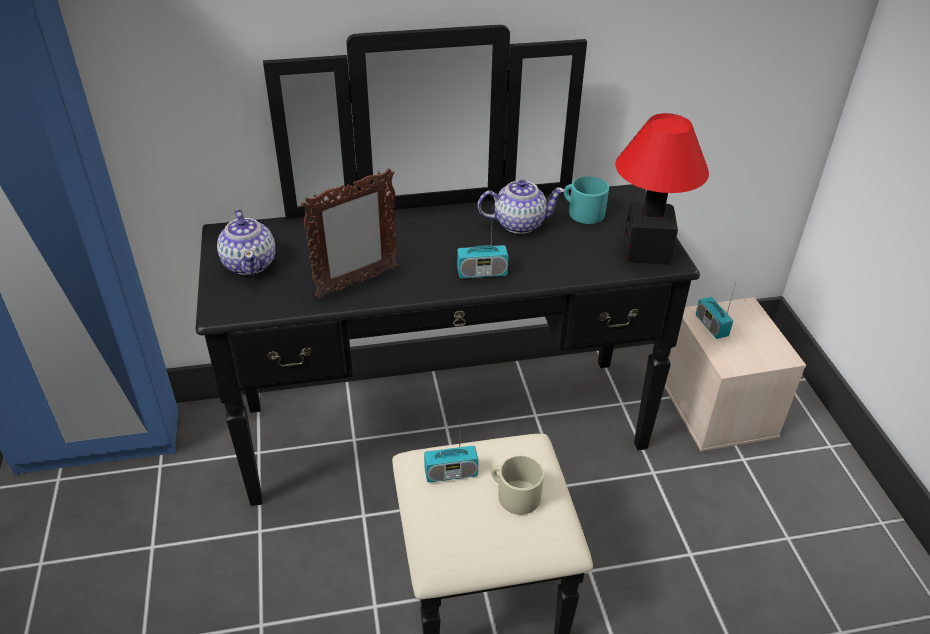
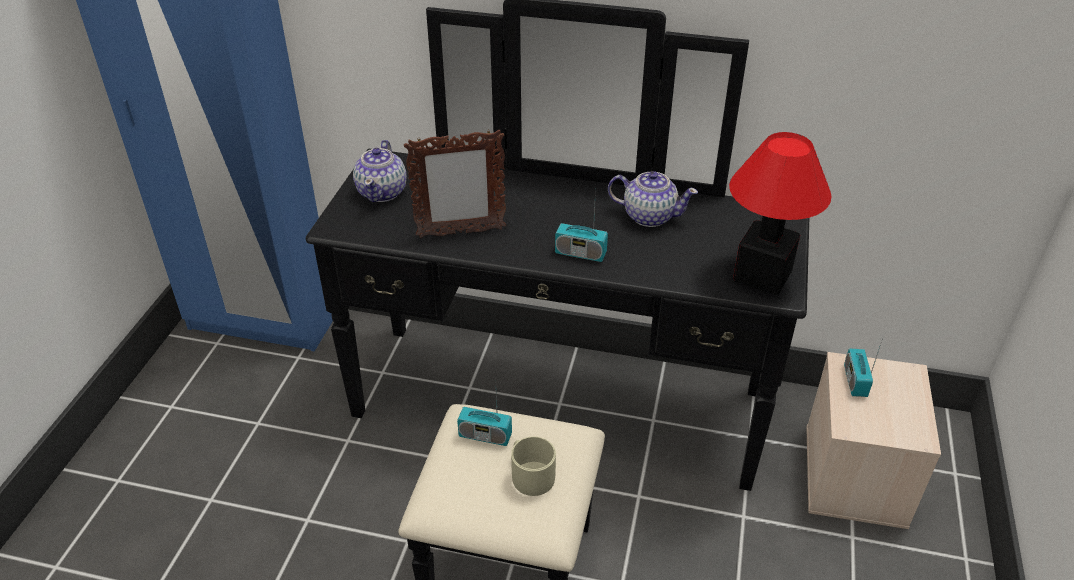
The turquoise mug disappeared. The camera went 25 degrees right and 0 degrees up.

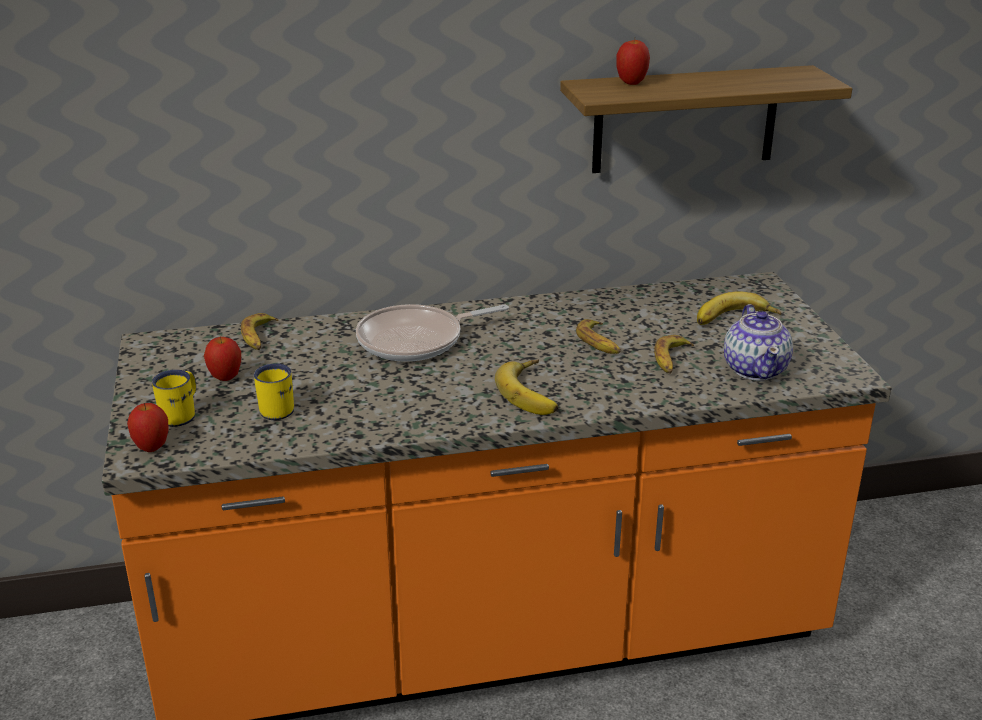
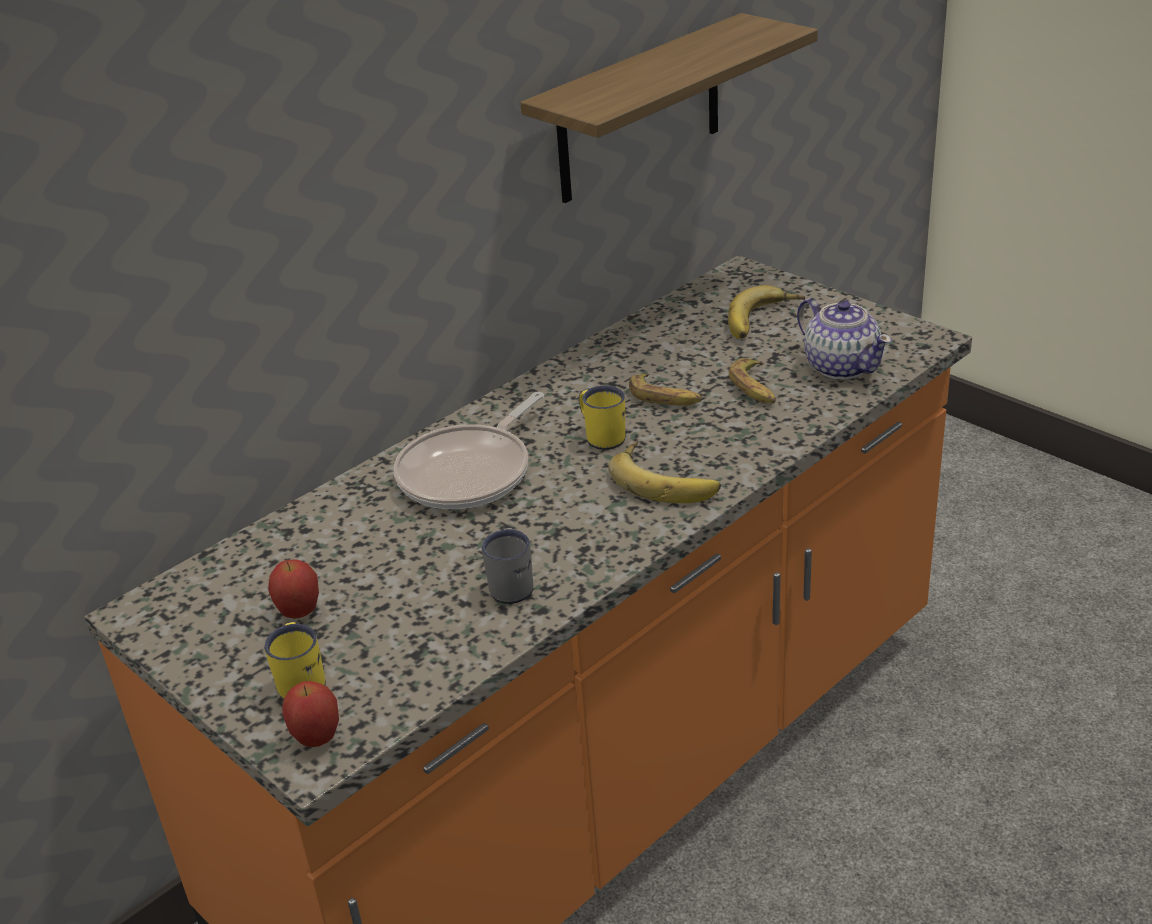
The banana (no. 1 from left) disappeared. The apple (no. 3 from left) disappeared. The grey mug appeared. The yellow mug (no. 2 from left) moved. The camera went 30 degrees left and 5 degrees up.

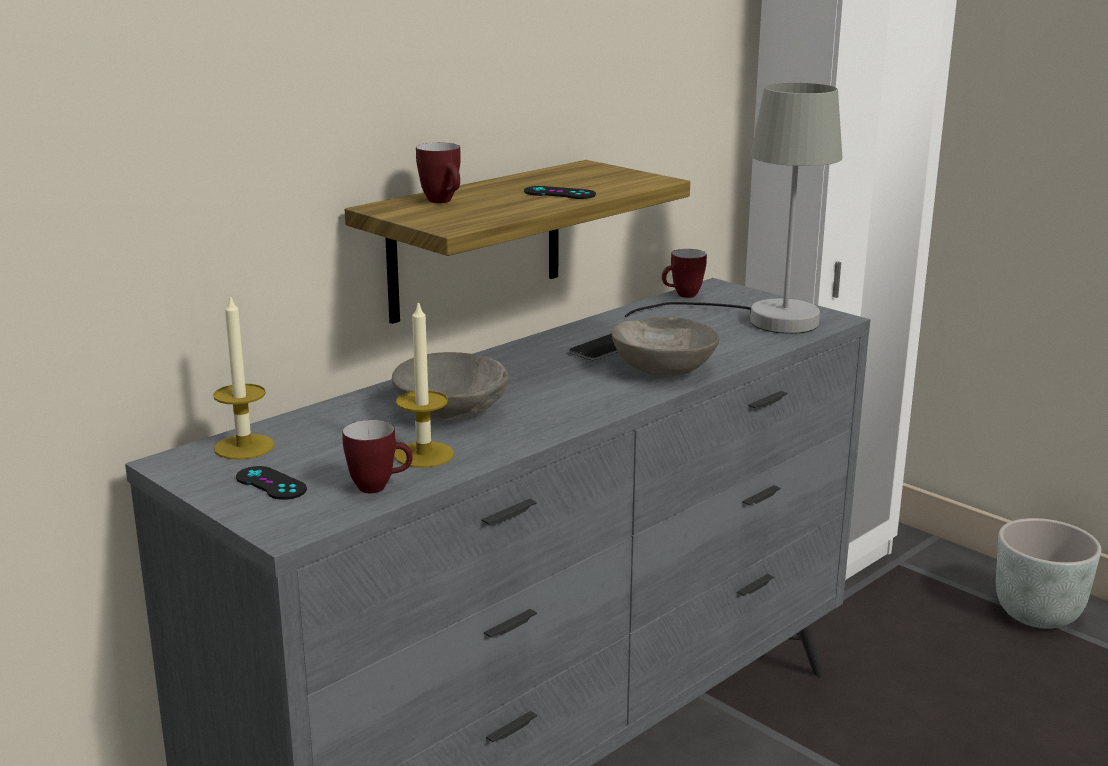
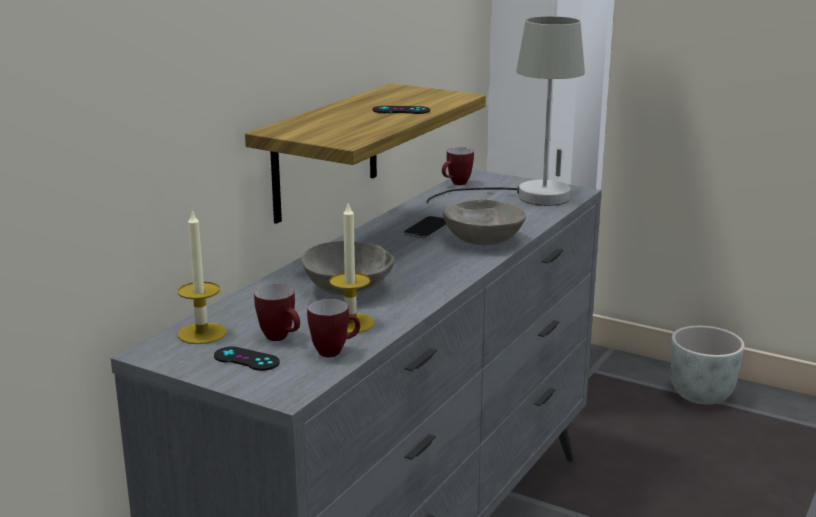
The mug (no. 2 from left in the first image) moved. The camera went 15 degrees left and 0 degrees up.

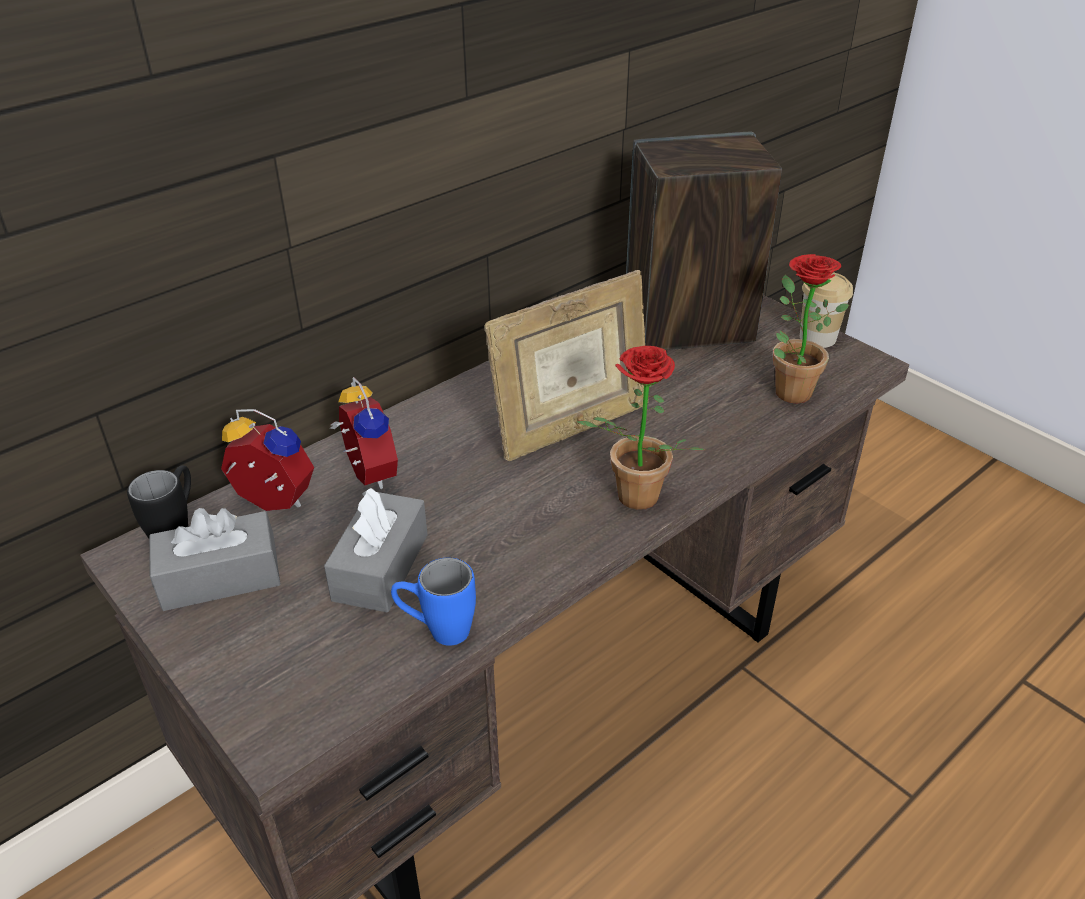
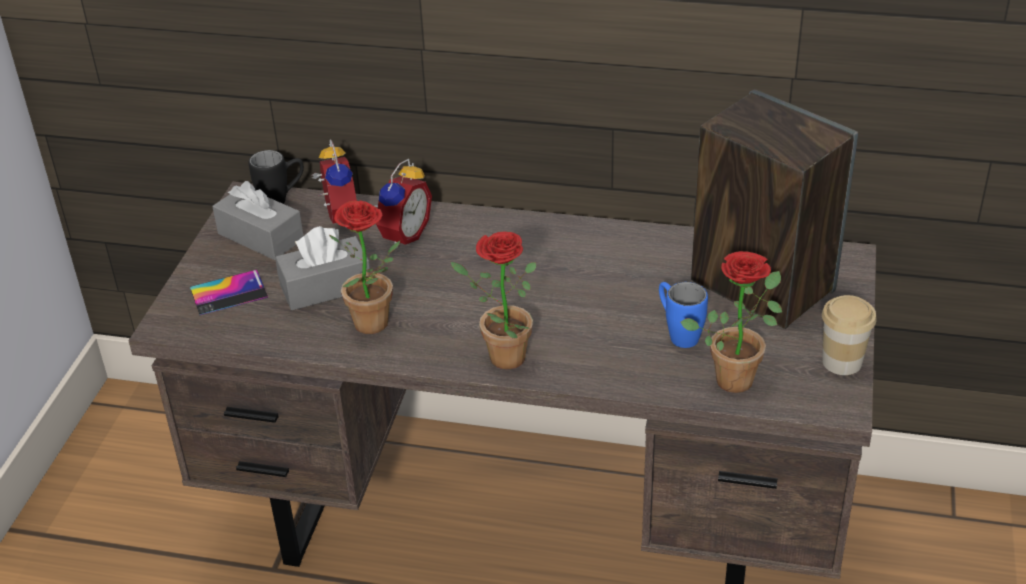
The picture frame disappeared. The phone appeared. The potted plant (no. 1 from left) appeared. The blue mug moved. The camera went 55 degrees right and 0 degrees up.

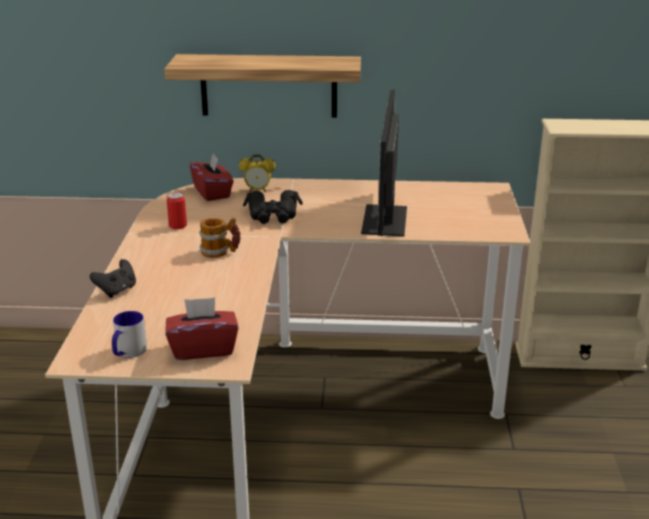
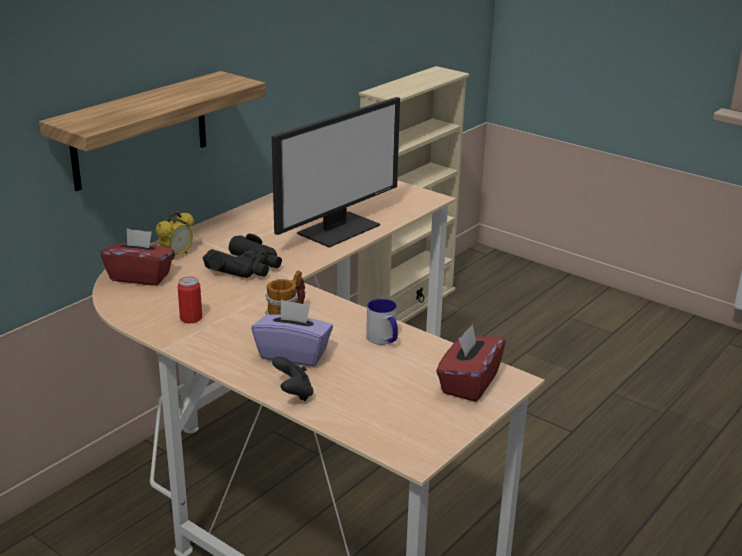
The purple tissue box appeared. The mug (no. 1 from left in the first image) moved. The monitor turned 90 degrees counterclockwise. The camera went 55 degrees left and 0 degrees up.

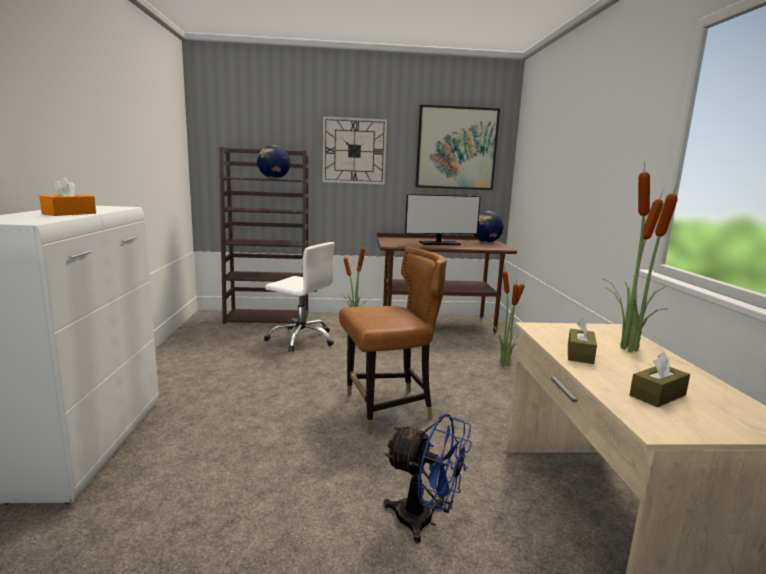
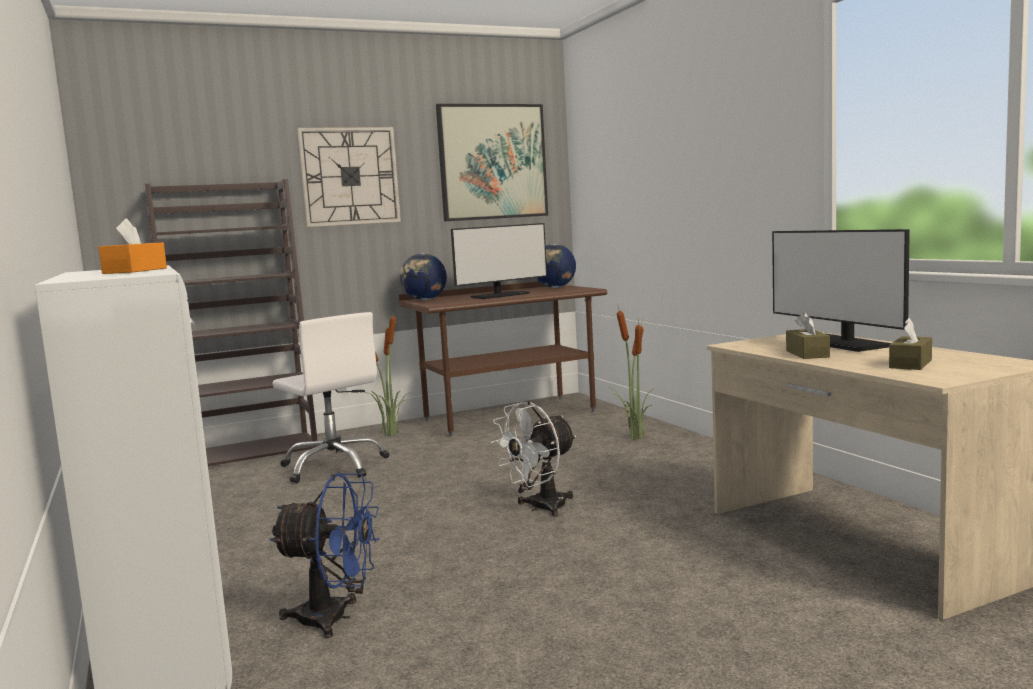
The globe (no. 1 from left) moved. The blue fan moved. The brown chair was replaced by the white fan. The potted plant (no. 3 from left) was replaced by the monitor (no. 2 from left). The white office chair turned 45 degrees clockwise. The camera went 20 degrees left and 5 degrees down.

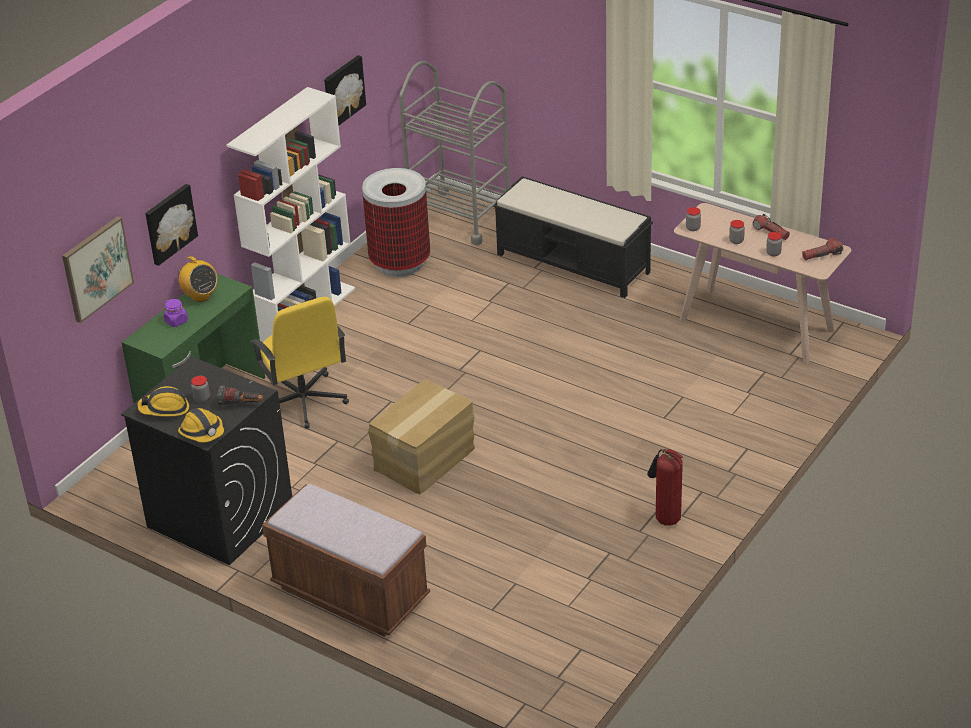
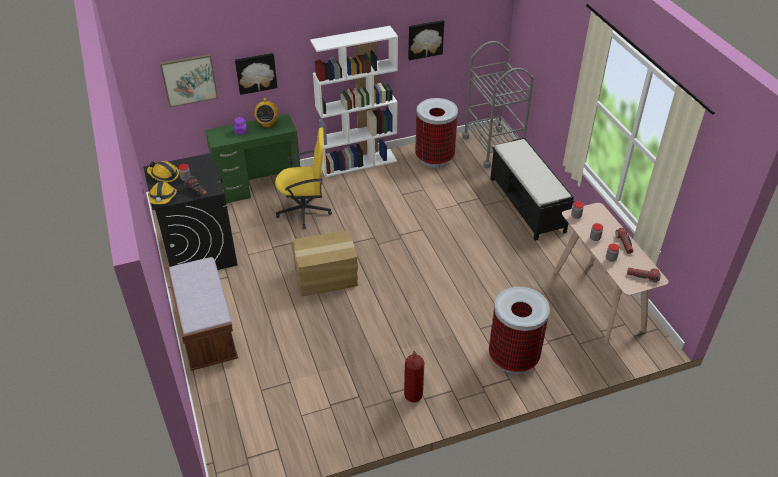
The trash can (no. 2 from left) appeared. The yellow office chair turned 105 degrees counterclockwise. The camera went 35 degrees right and 5 degrees up.

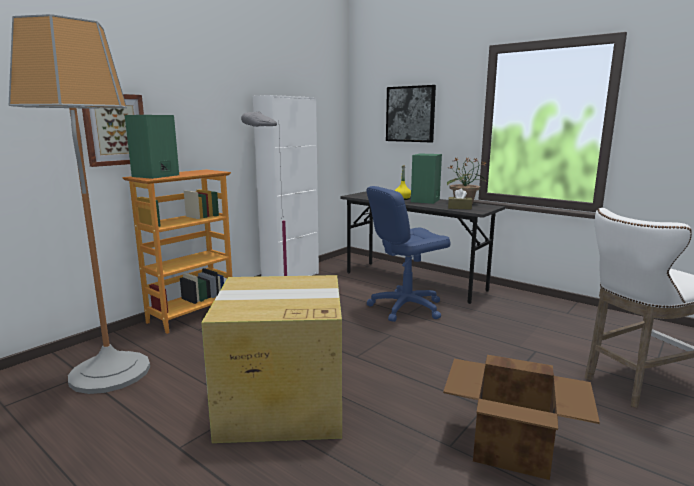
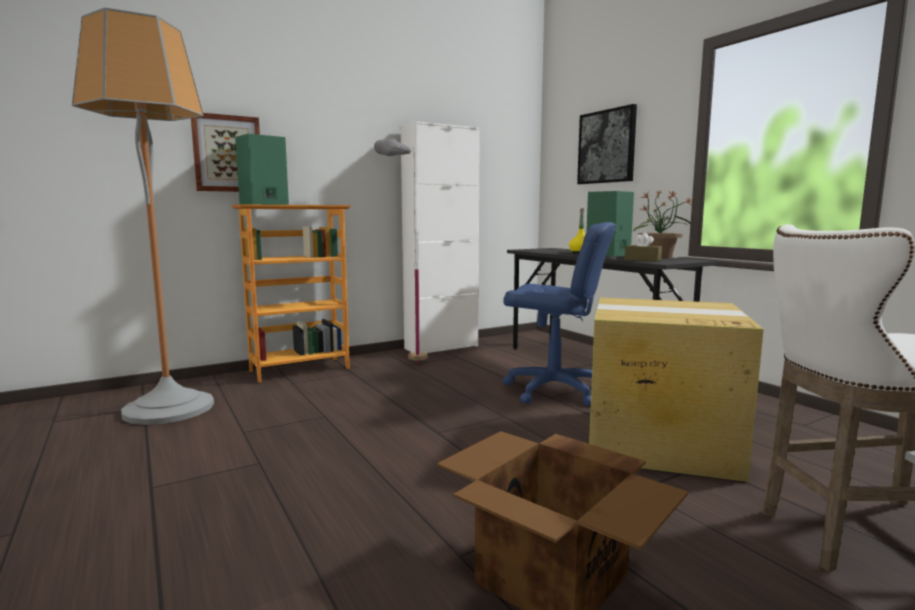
The cardboard box (no. 1 from left in the first image) moved. The blue office chair turned 150 degrees counterclockwise. The camera went 20 degrees right and 5 degrees down.

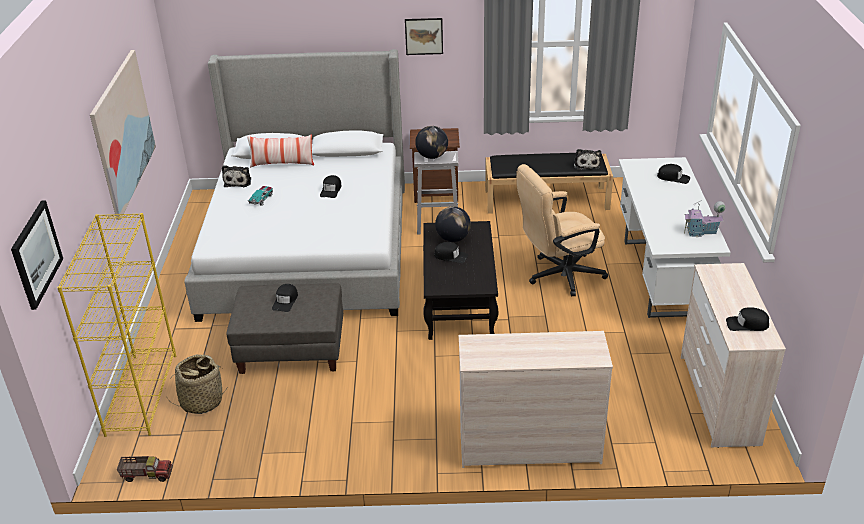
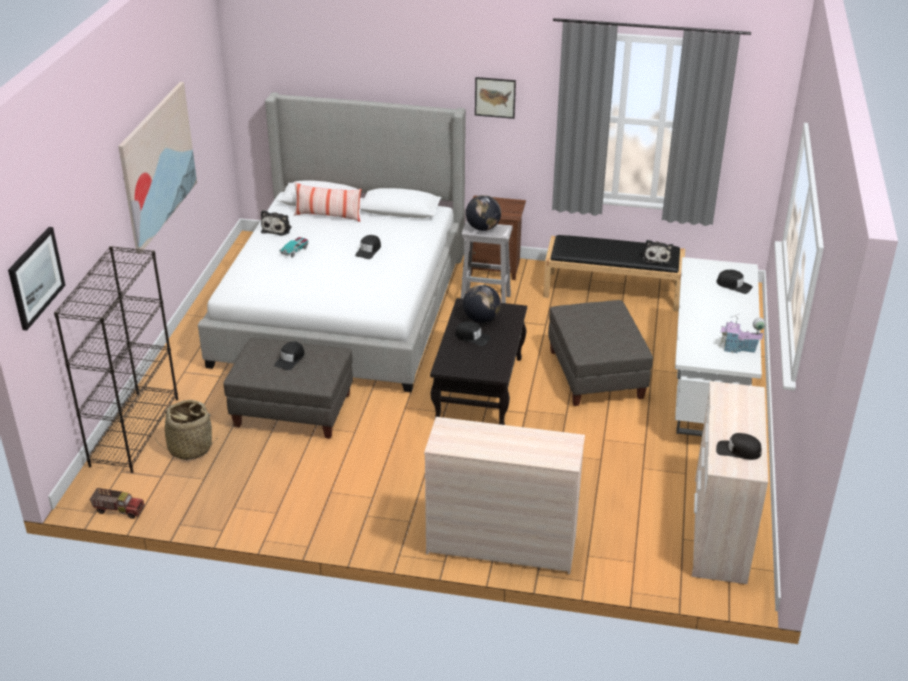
The beige office chair was replaced by the grey ottoman (no. 2 from left). The yellow bookcase became the black bookcase. The camera went 10 degrees right and 0 degrees up.

